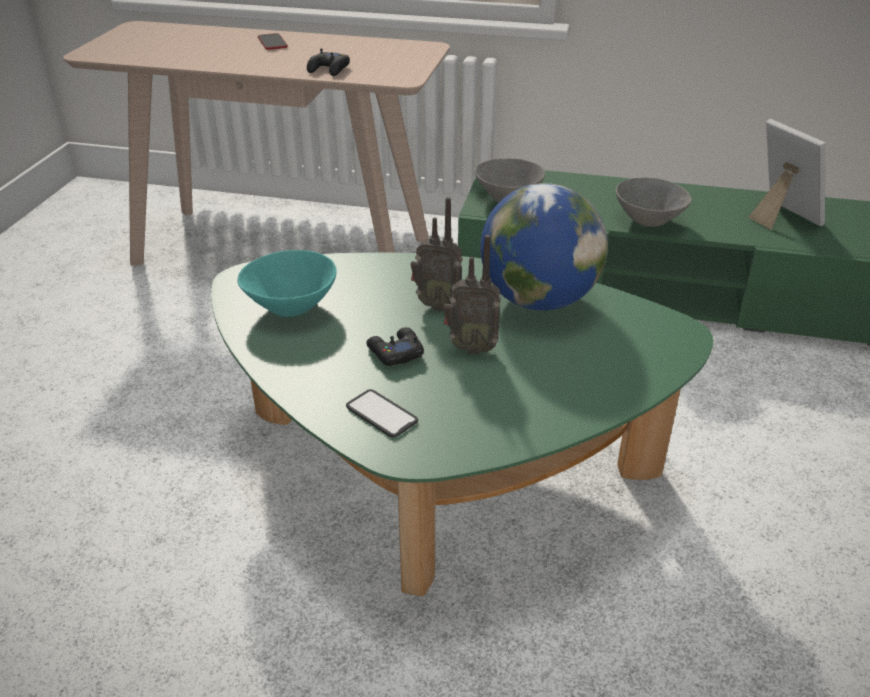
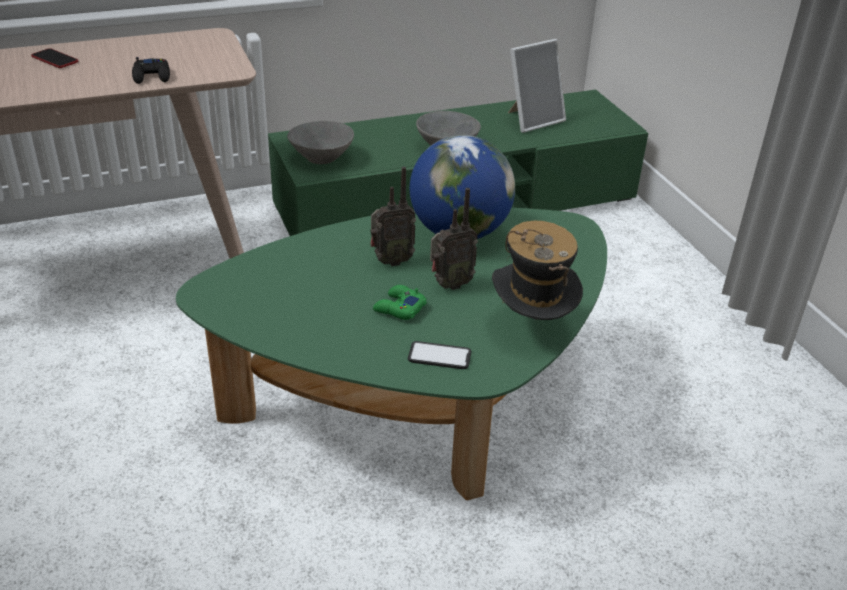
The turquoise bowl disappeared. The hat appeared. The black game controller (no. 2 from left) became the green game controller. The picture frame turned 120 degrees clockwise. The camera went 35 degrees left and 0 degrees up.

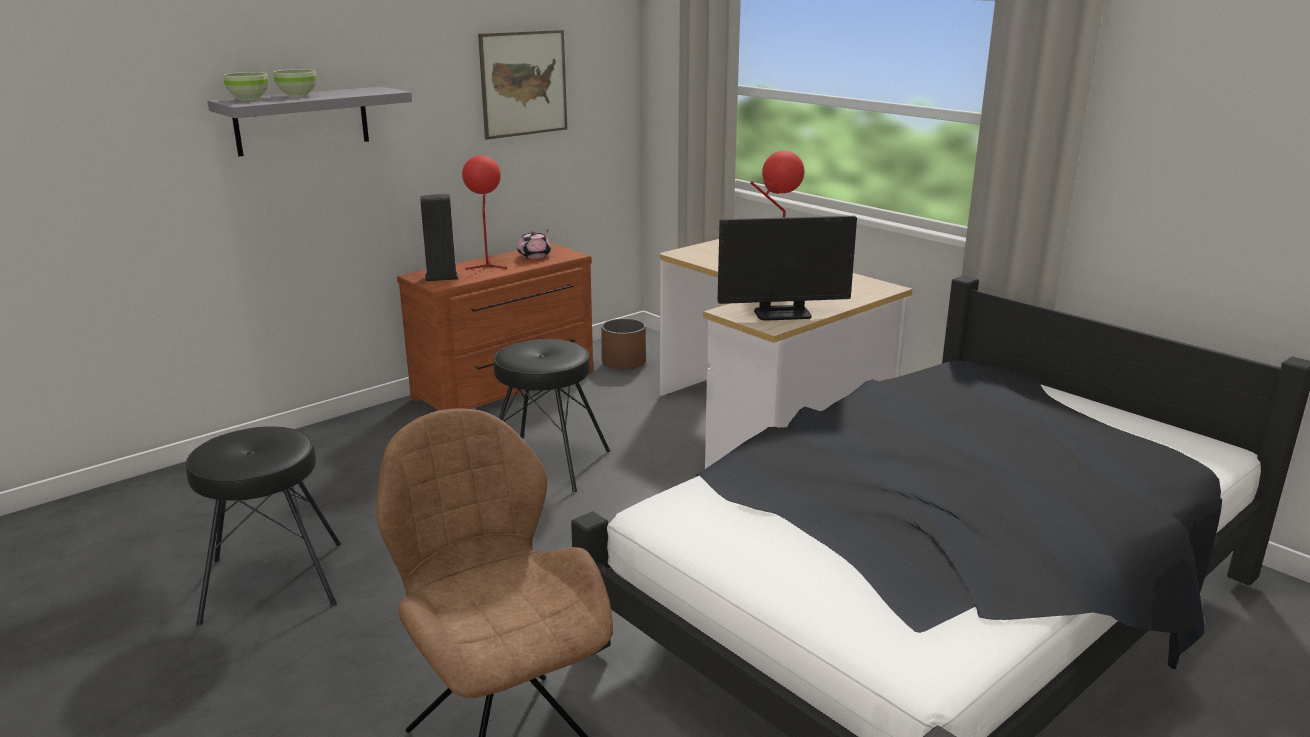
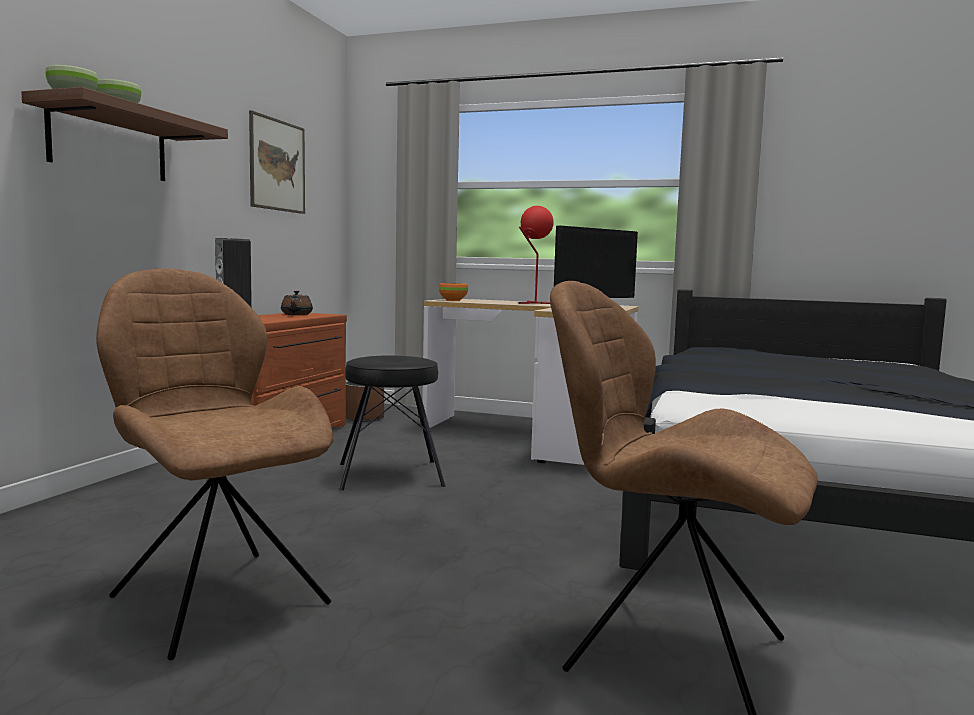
The red table lamp (no. 1 from left) disappeared. The orange bowl appeared. The black stool (no. 1 from left) was replaced by the brown chair (no. 1 from left). The grey shelf became the brown shelf. The pink teapot became the brown teapot. The camera went 30 degrees left and 15 degrees down.

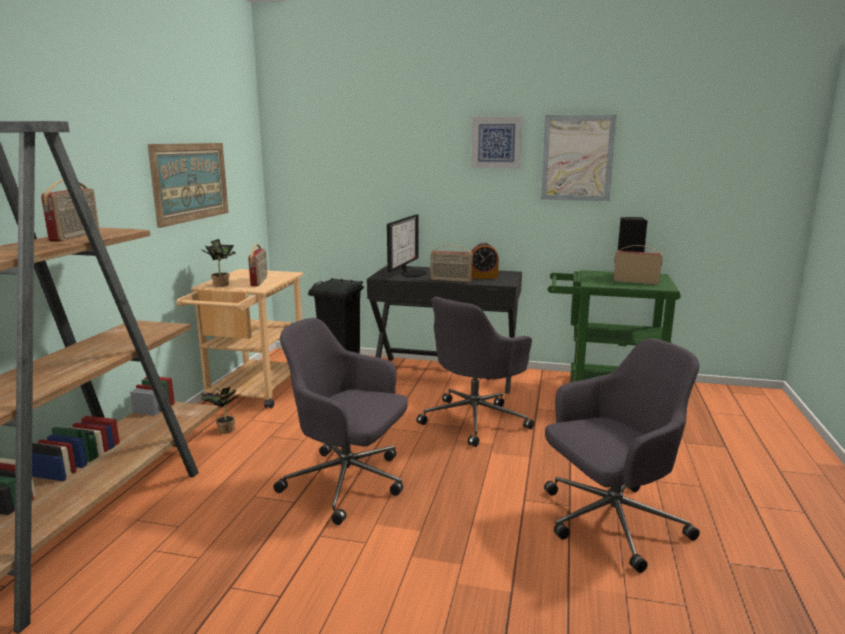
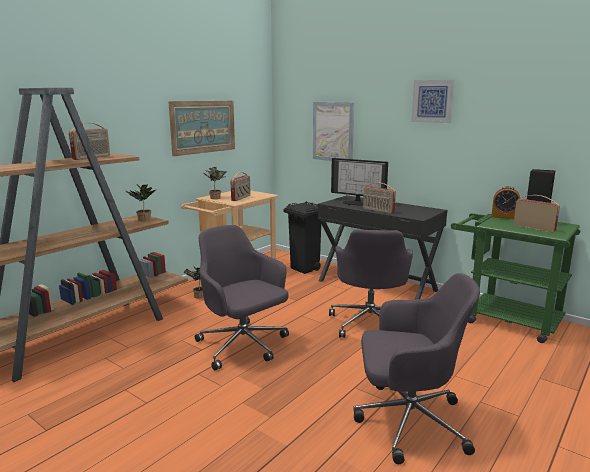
The potted plant (no. 1 from left) appeared. The alarm clock moved. The picture (no. 3 from left in the first image) moved. The monitor turned 75 degrees clockwise. The grey office chair (no. 2 from left) turned 60 degrees counterclockwise. The camera went 25 degrees right and 0 degrees up.

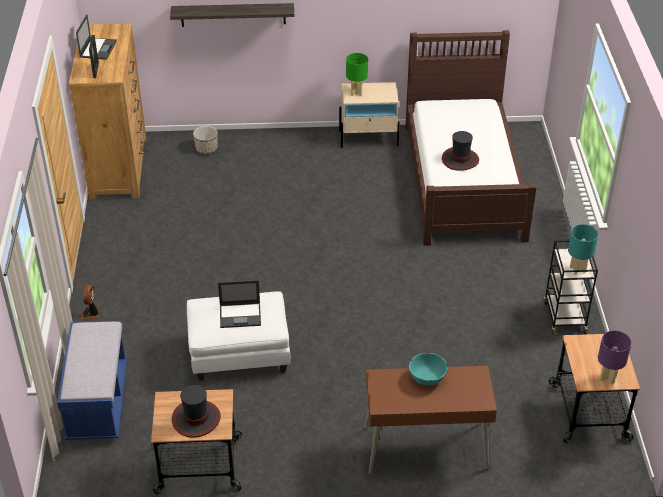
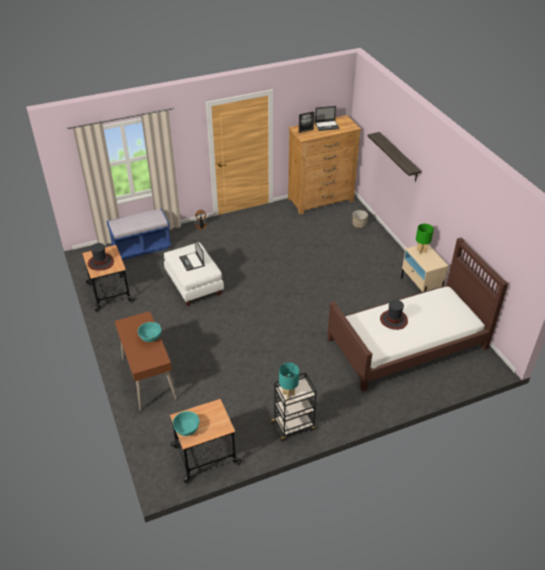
The purple table lamp was replaced by the turquoise bowl (no. 2 from left). The camera went 70 degrees right and 0 degrees up.

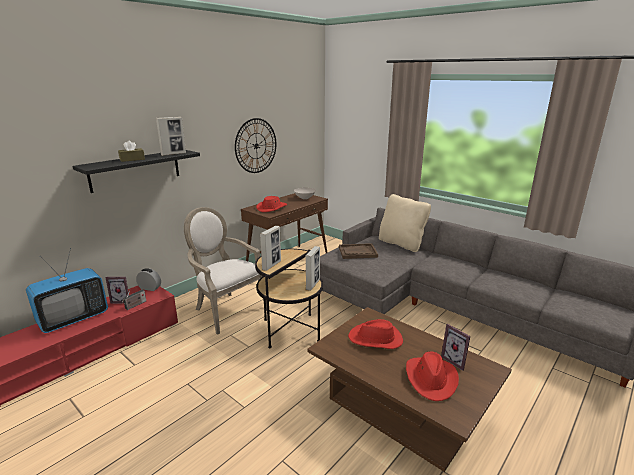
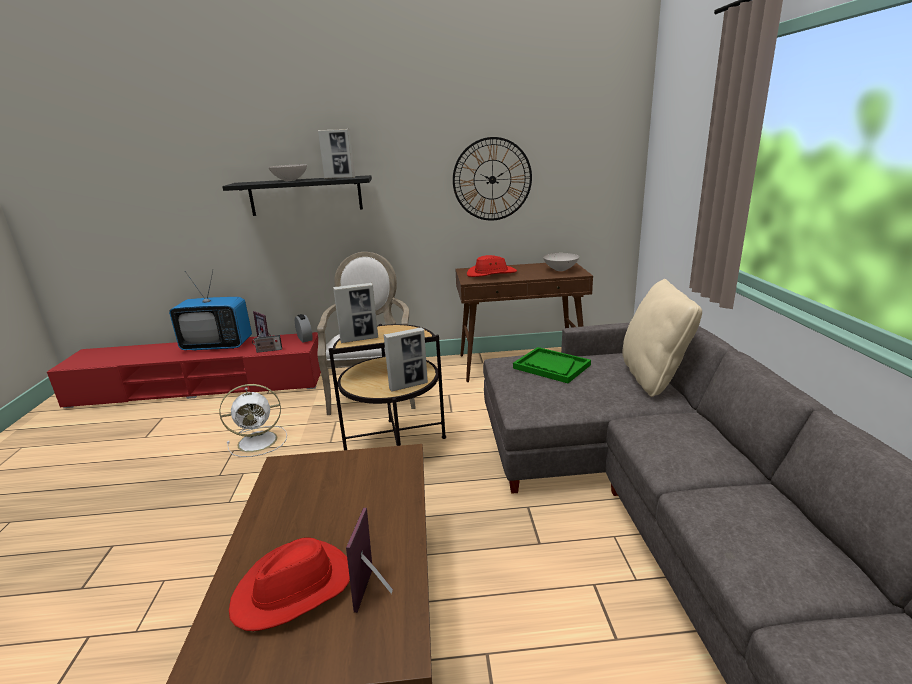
The red hat (no. 2 from left) disappeared. The white fan appeared. The brown tissue box was replaced by the white bowl (no. 1 from left). The brown tray became the green tray. The camera went 45 degrees right and 0 degrees up.

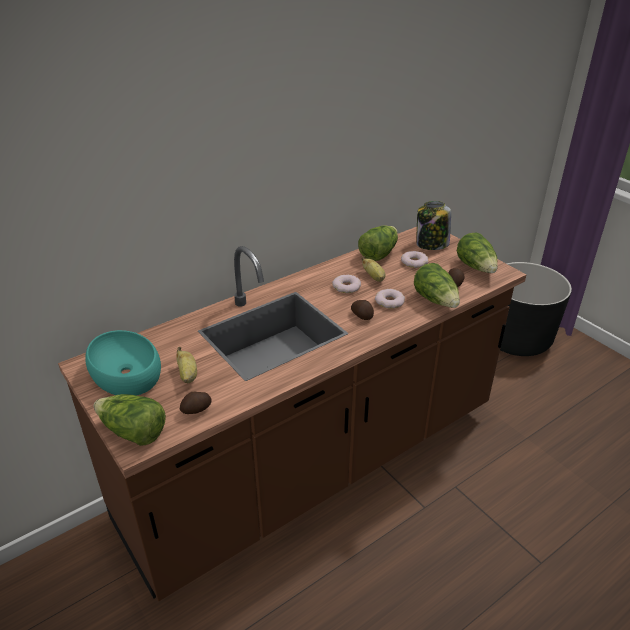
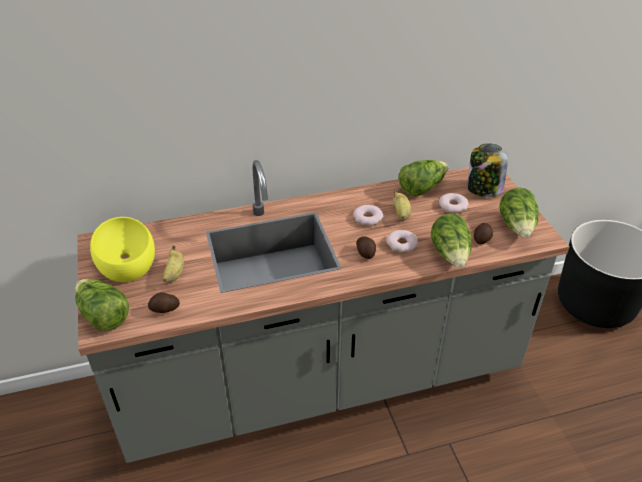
The brown counter became the grey counter. The turquoise bowl became the yellow bowl. The camera went 20 degrees right and 5 degrees up.

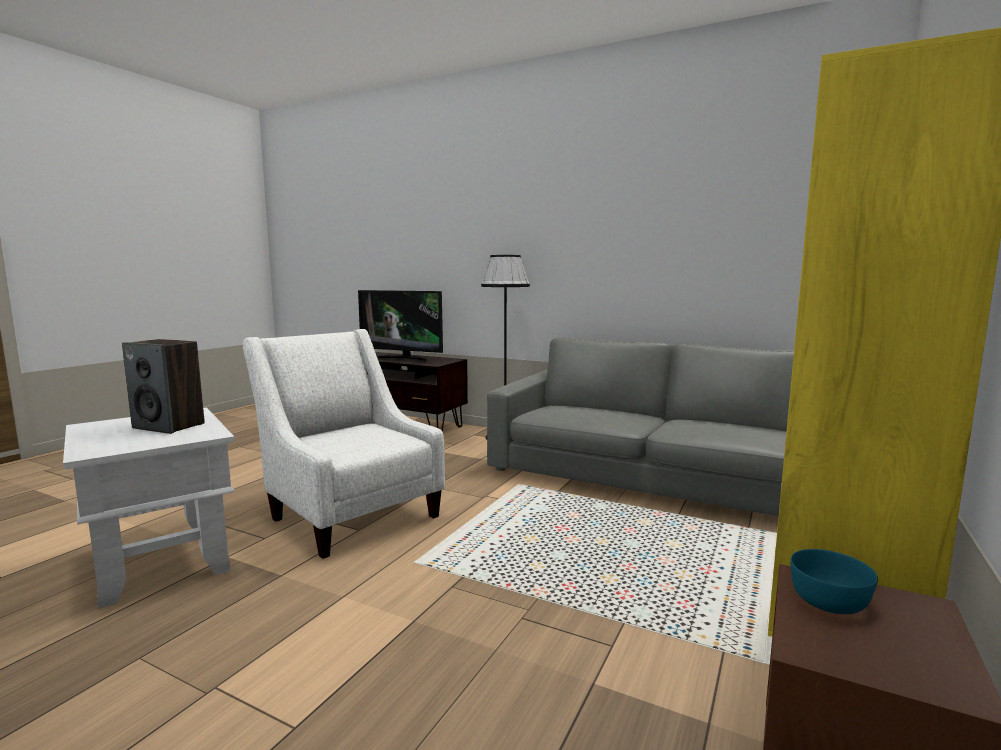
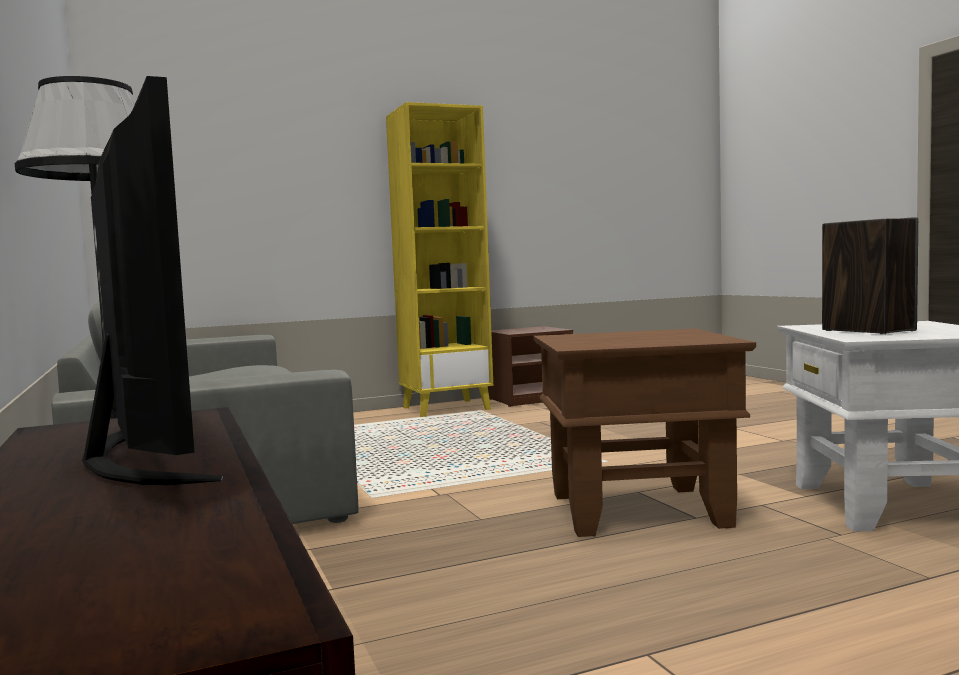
The turquoise bowl disappeared. The white armchair was replaced by the brown side table. The camera went 140 degrees left and 5 degrees down.

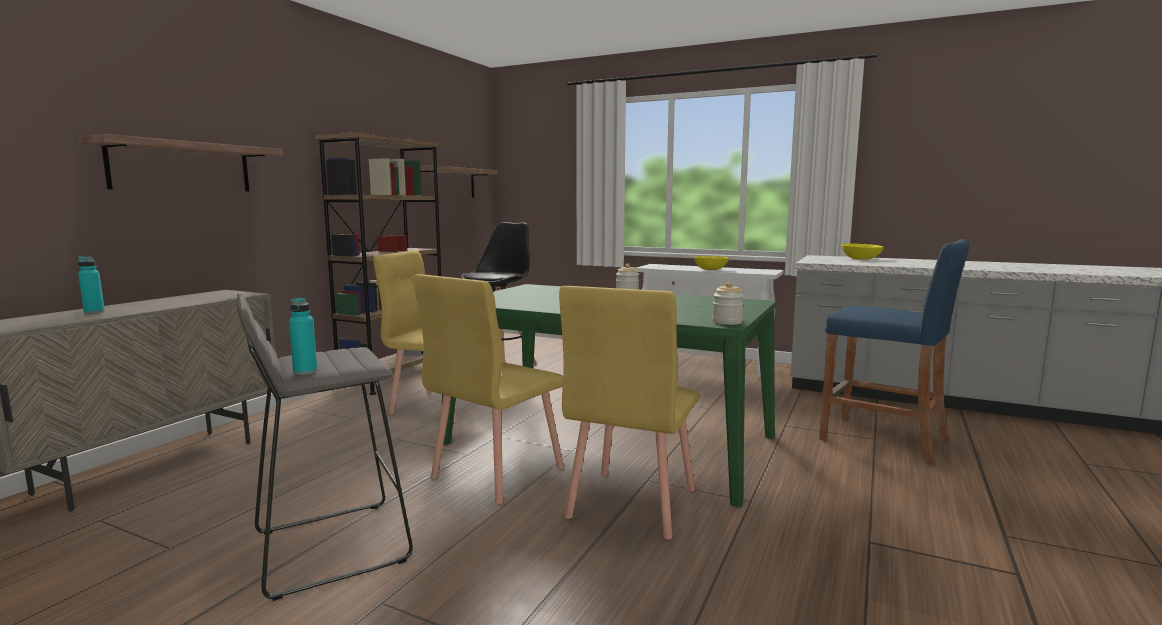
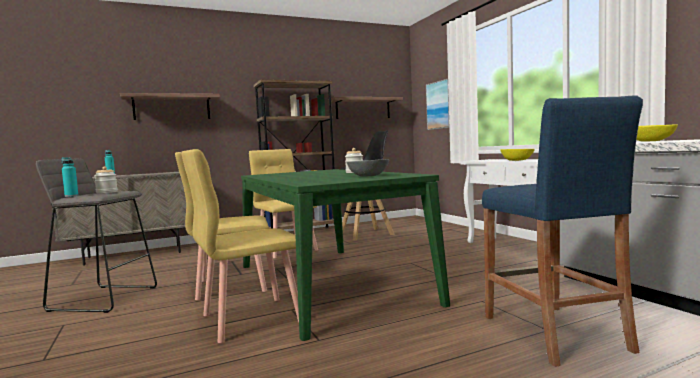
The grey bowl appeared. The picture appeared. The jar (no. 2 from left in the first image) moved. The camera went 40 degrees right and 5 degrees down.

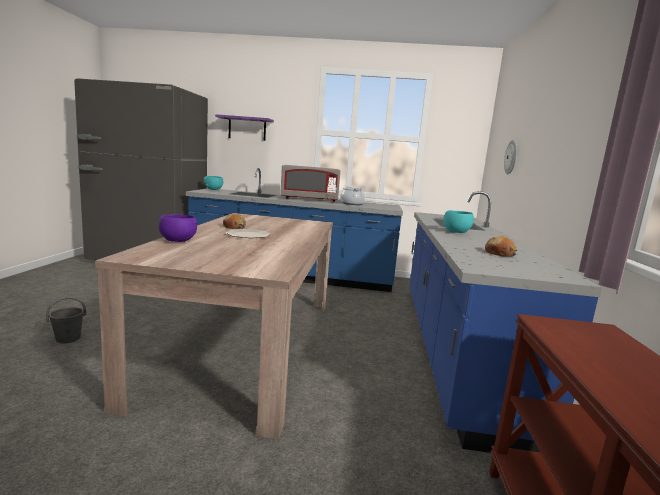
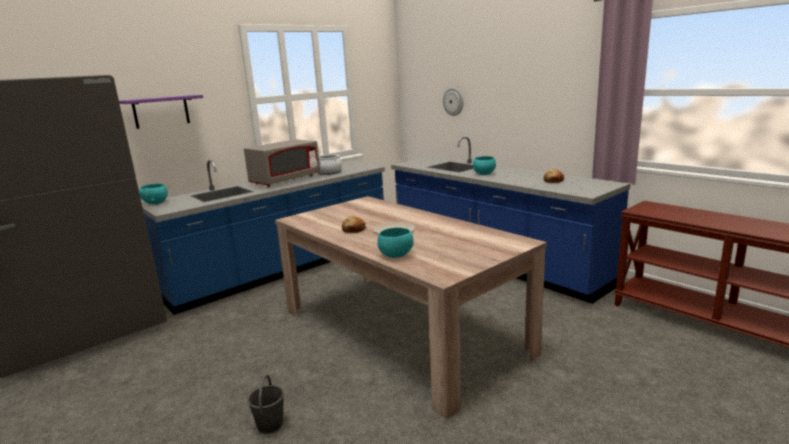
The purple bowl became the turquoise bowl (no. 2 from left). The camera went 45 degrees left and 5 degrees up.

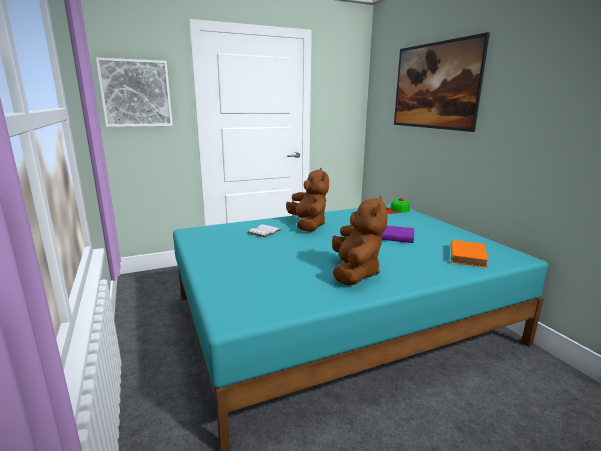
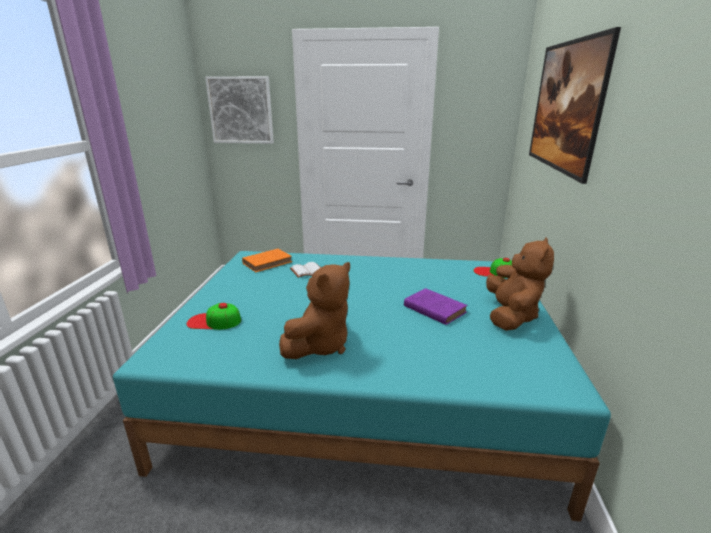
The cap (no. 1 from left) appeared. The brown plush toy (no. 1 from left in the first image) moved. The orange book moved. The camera went 30 degrees right and 5 degrees up.

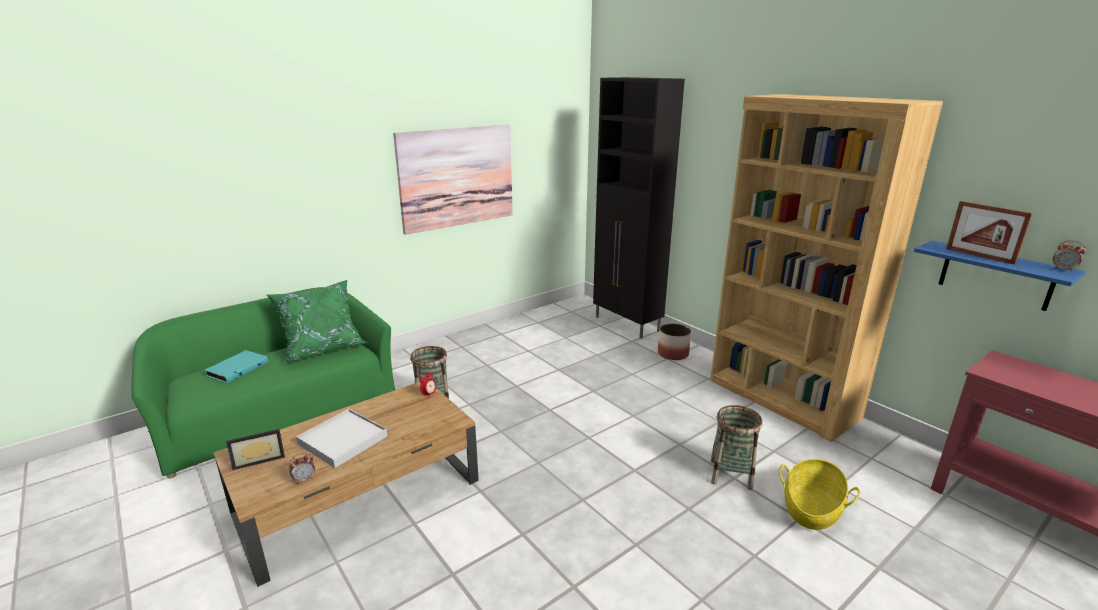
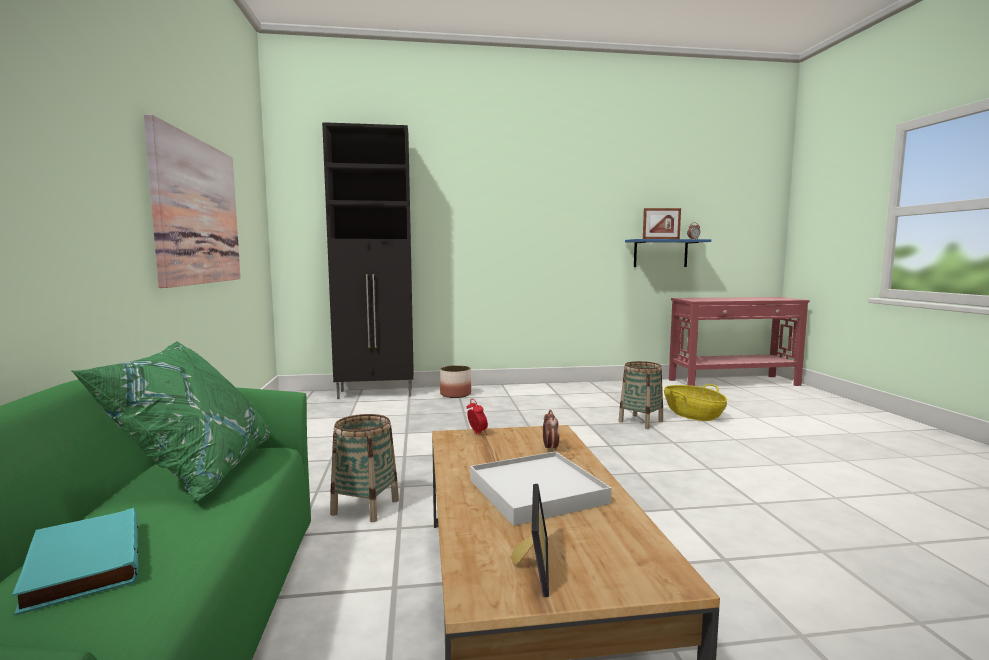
The brown bookcase disappeared. The alarm clock (no. 1 from left in the first image) moved. The camera went 60 degrees left and 15 degrees down.

